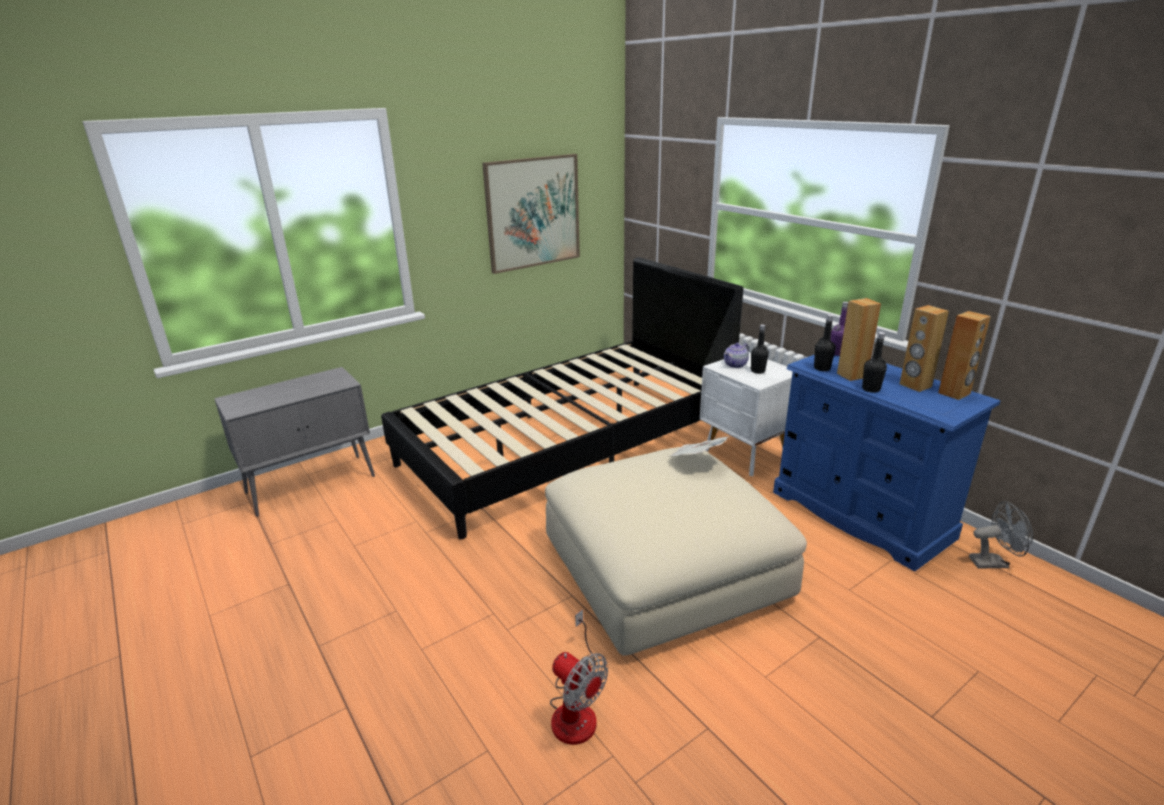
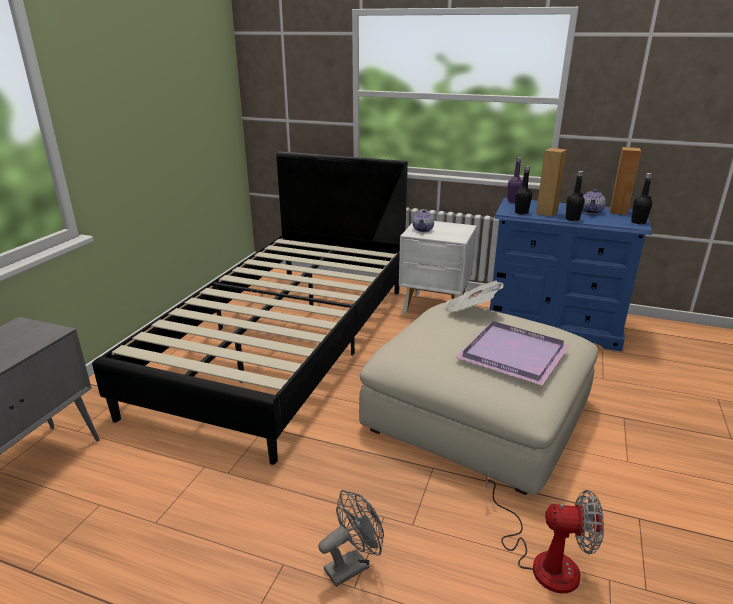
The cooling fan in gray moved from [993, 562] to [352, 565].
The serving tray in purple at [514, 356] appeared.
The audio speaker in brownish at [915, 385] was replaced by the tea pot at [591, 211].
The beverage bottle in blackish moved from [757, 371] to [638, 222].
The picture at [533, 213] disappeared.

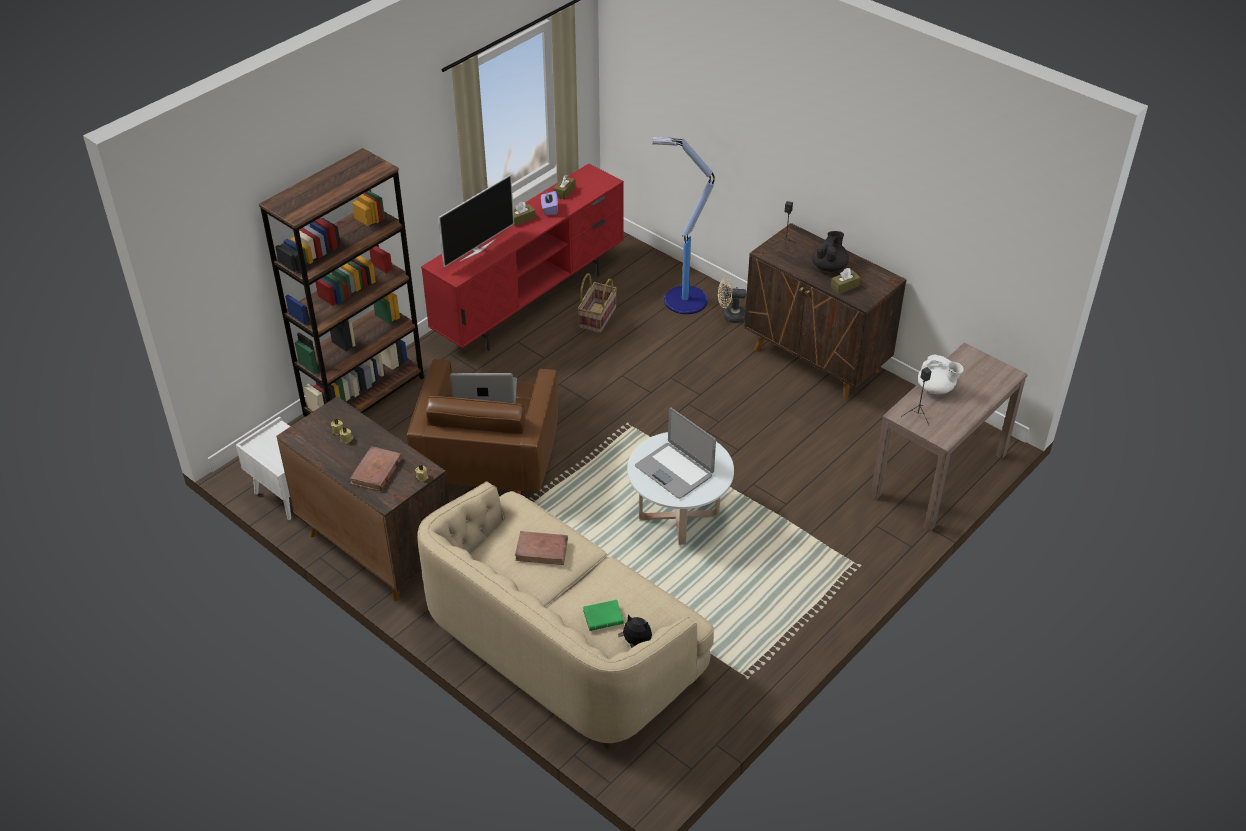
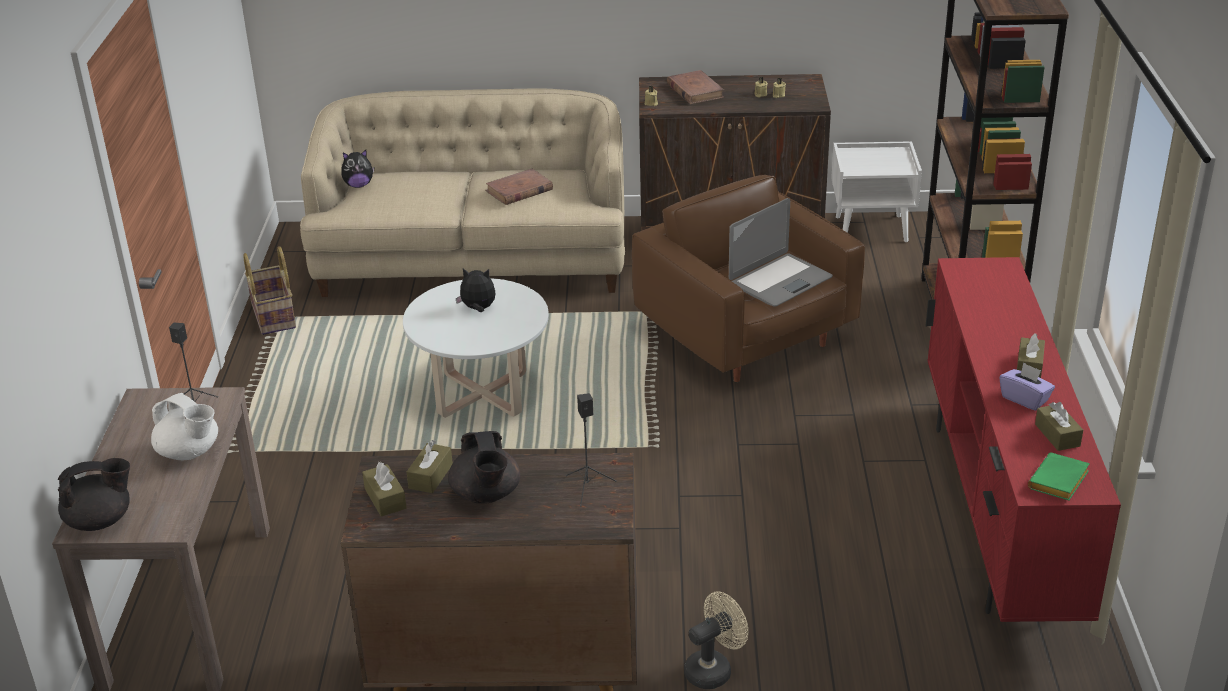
The tea pot in blackish at [100, 520] appeared.
The tea pot in white at [936, 388] turned 135 degrees counterclockwise.
The storage basket moved from [597, 317] to [274, 316].
The tissue holder in brownish at [385, 498] appeared.
The portable computer at [674, 471] was replaced by the plush toy at [478, 309].
The volume in green moved from [604, 617] to [1059, 483].
The TV at [477, 250] disappeared.
The standing lamp at [684, 300] disappeared.

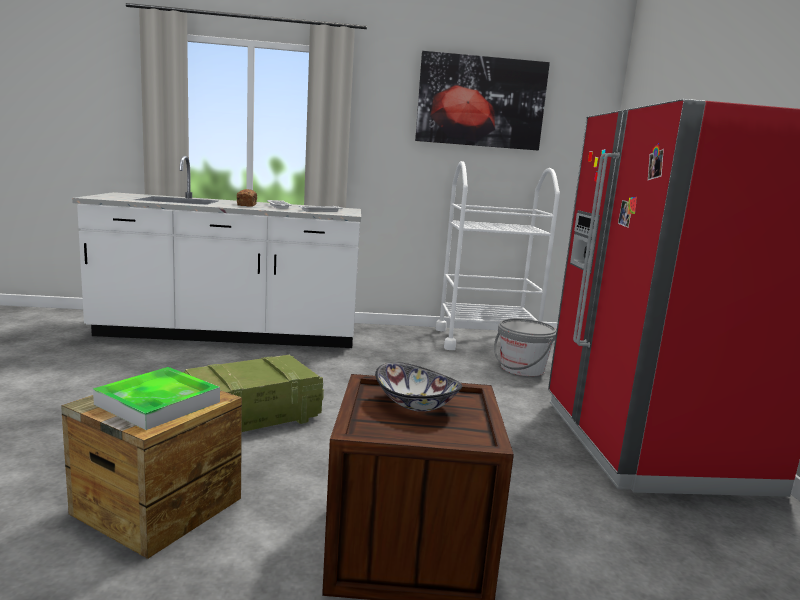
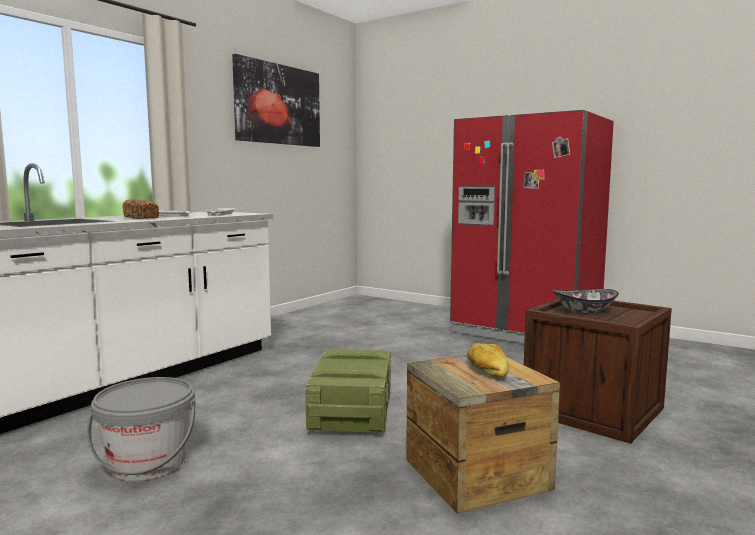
The bucket in gray moved from [522, 368] to [148, 463].
The serving tray at [158, 403] was replaced by the bread at [486, 371].
The cart in white at [486, 341] disappeared.

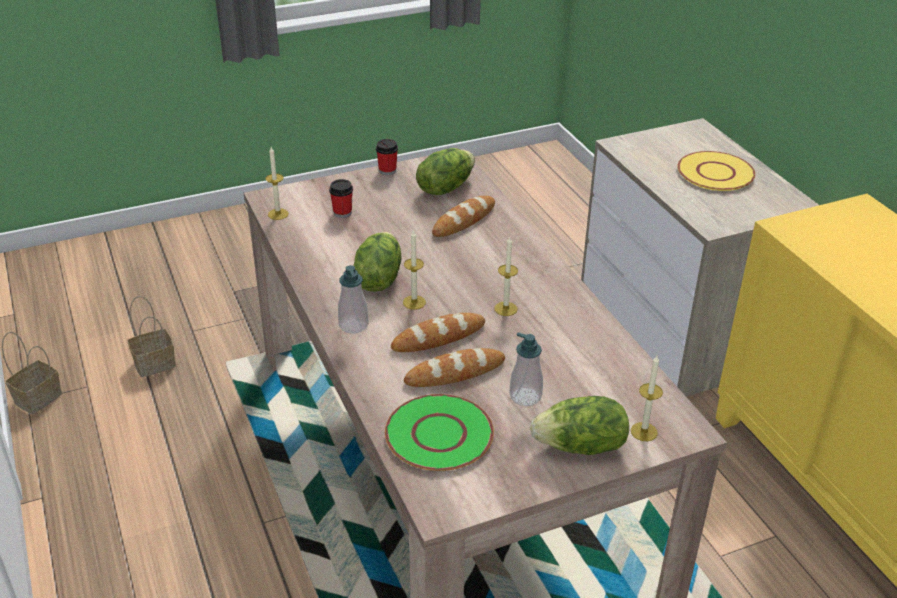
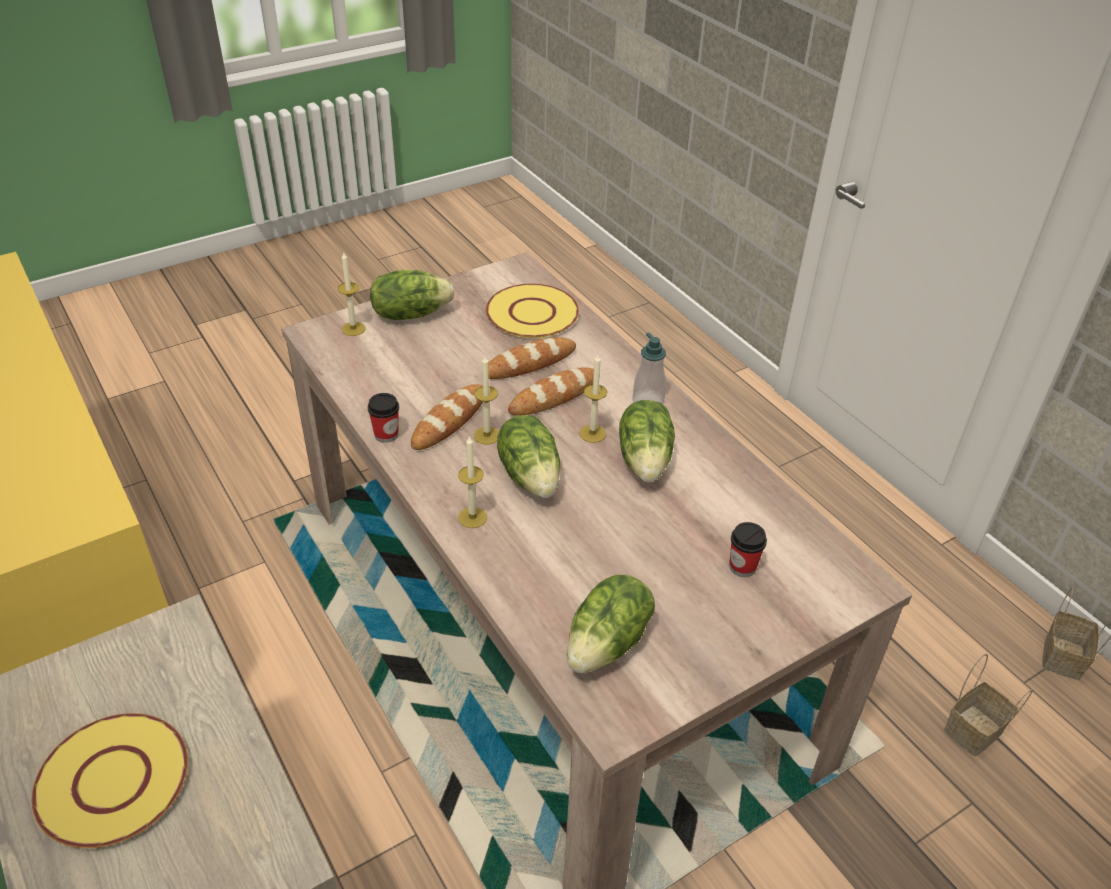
The cup moved from [387, 171] to [386, 434].
The bread moved from [464, 220] to [449, 421].
The wax candle moved from [278, 214] to [472, 517].
The dinner plate in green at [438, 434] became the dinner plate in yellowish at [533, 313].
The lettuce head at [531, 475] appeared.
The soap bottle at [525, 396] disappeared.

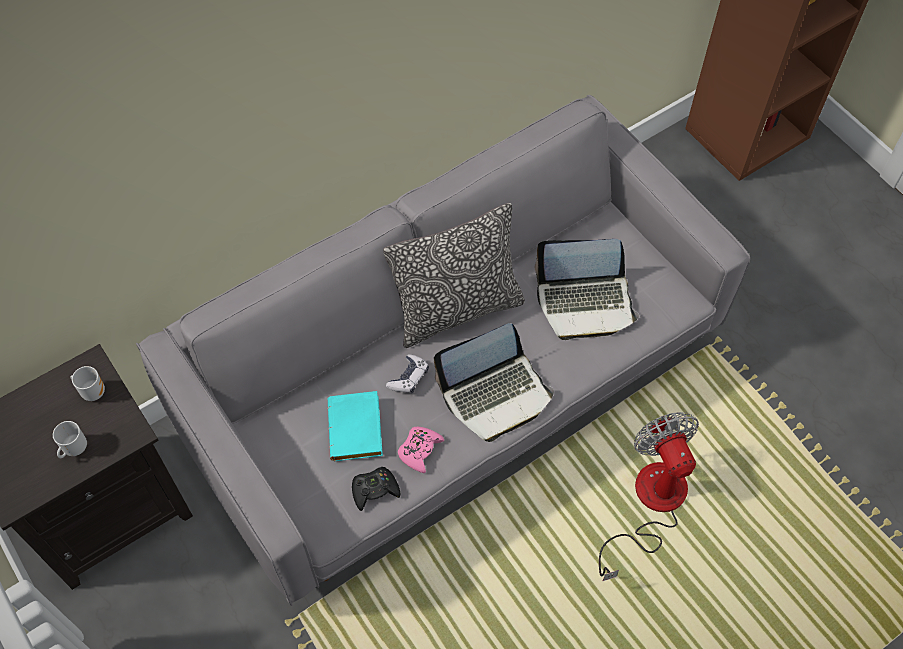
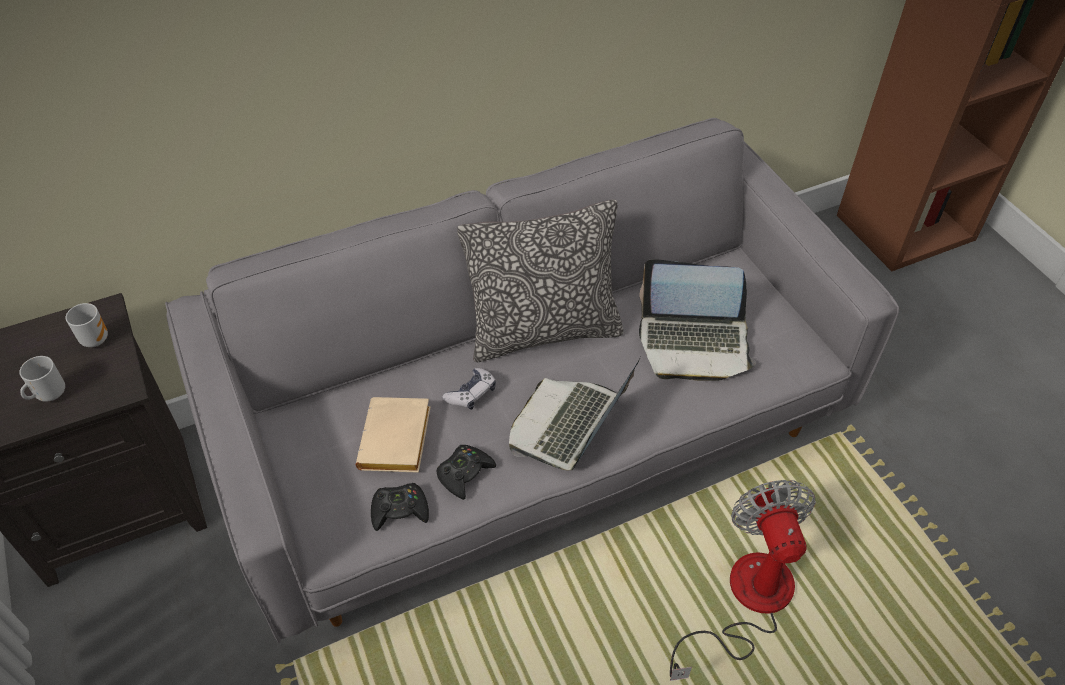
The volume in blue-green at [358, 431] became the volume in sand-coloured at [397, 442].
The game controller in pink-coloured at [419, 450] became the game controller in blackish at [464, 474].
The portable computer at [495, 394] turned 135 degrees clockwise.

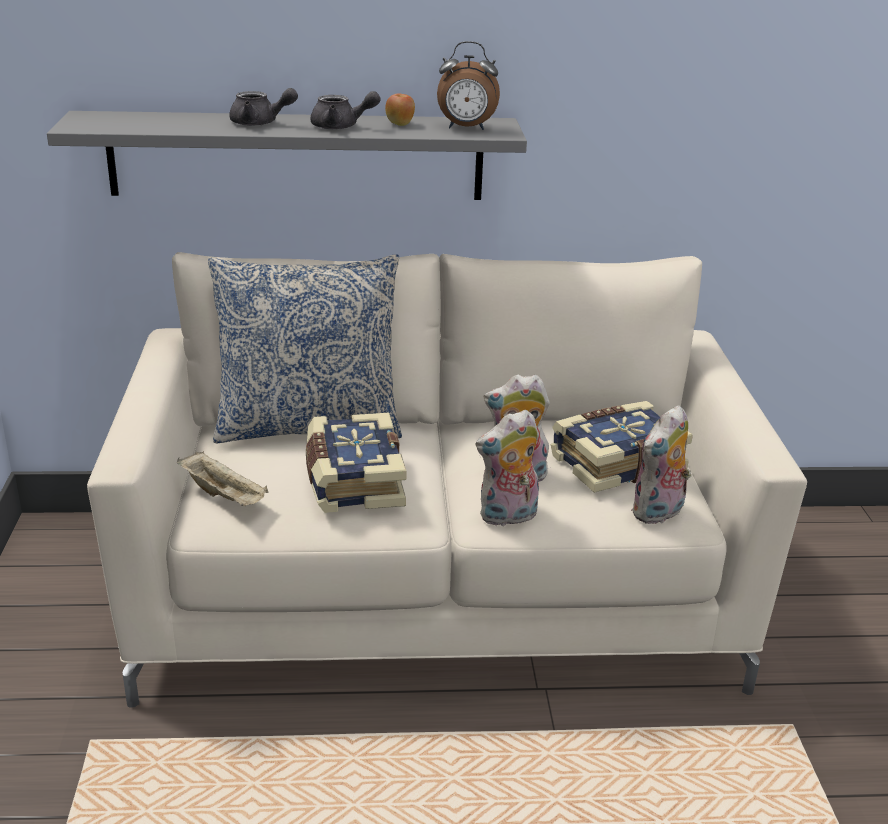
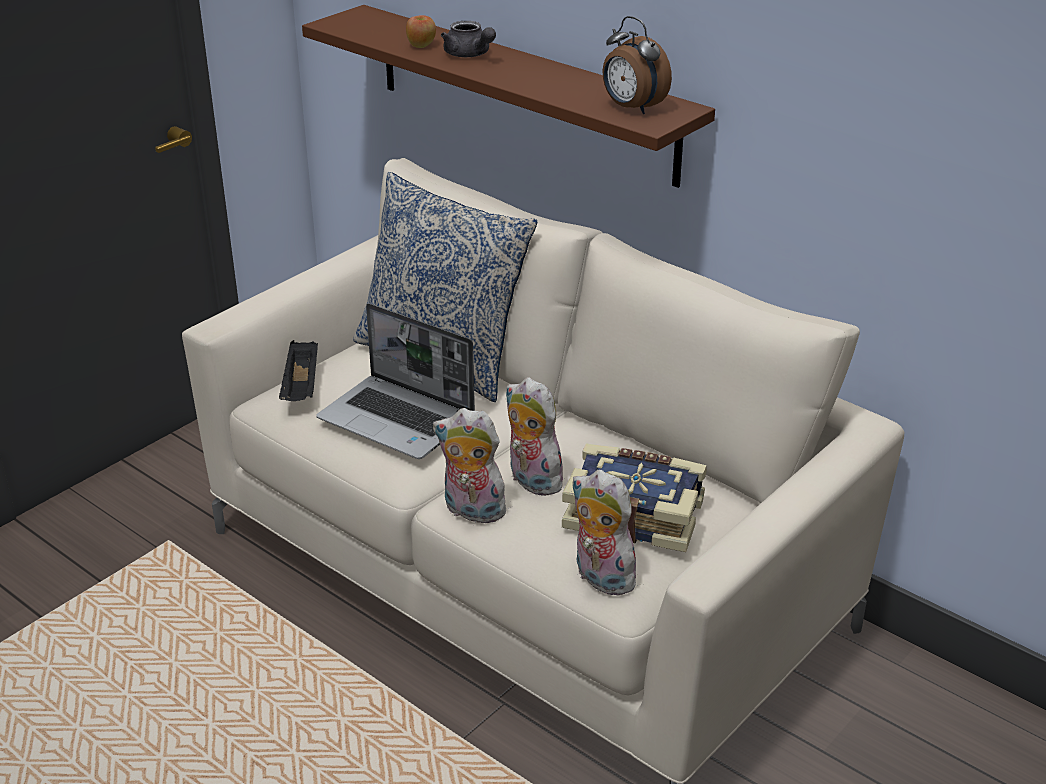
The serving tray in sand-coloured at [224, 495] became the serving tray in blackish at [301, 387].
The bracket shelf in gray at [297, 156] became the bracket shelf in brownish at [523, 93].
The volume at [352, 481] was replaced by the portable computer at [398, 419].
The whole apple moved from [400, 124] to [421, 46].
The plush toy at [659, 513] turned 45 degrees clockwise.
The tea pot in gray at [341, 127] disappeared.

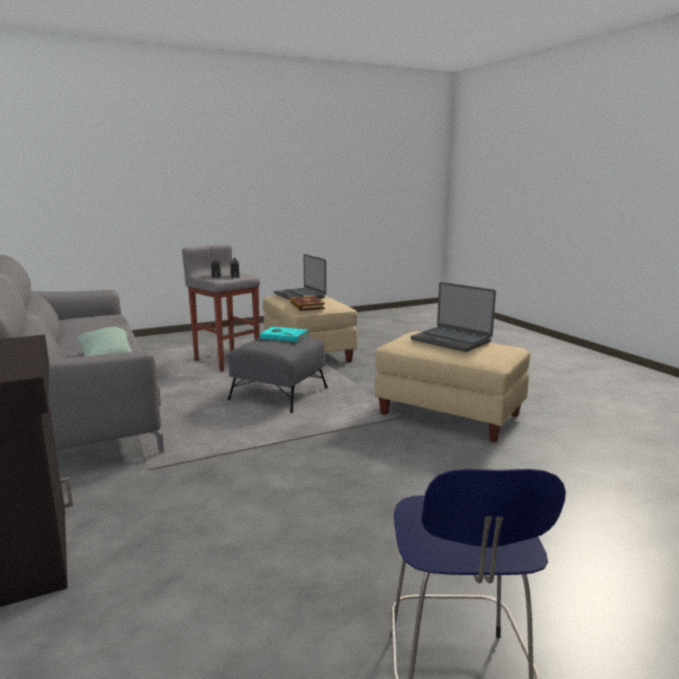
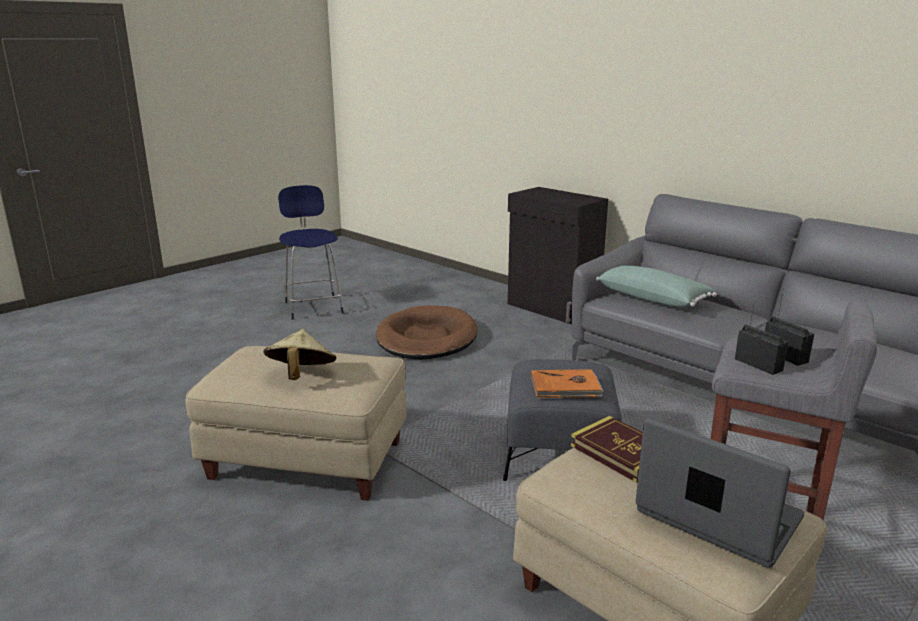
The portable computer at [451, 340] was replaced by the hat in sand-coloured at [301, 376].
The pet bed in brownish at [426, 338] appeared.
The volume in blue-green at [284, 336] became the volume in orange-coloured at [566, 387].

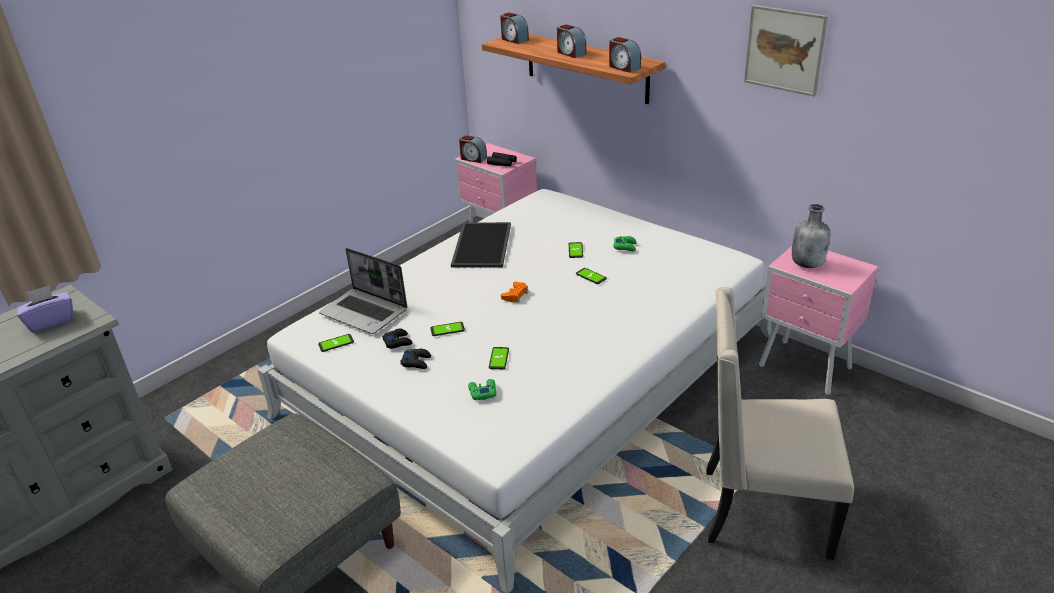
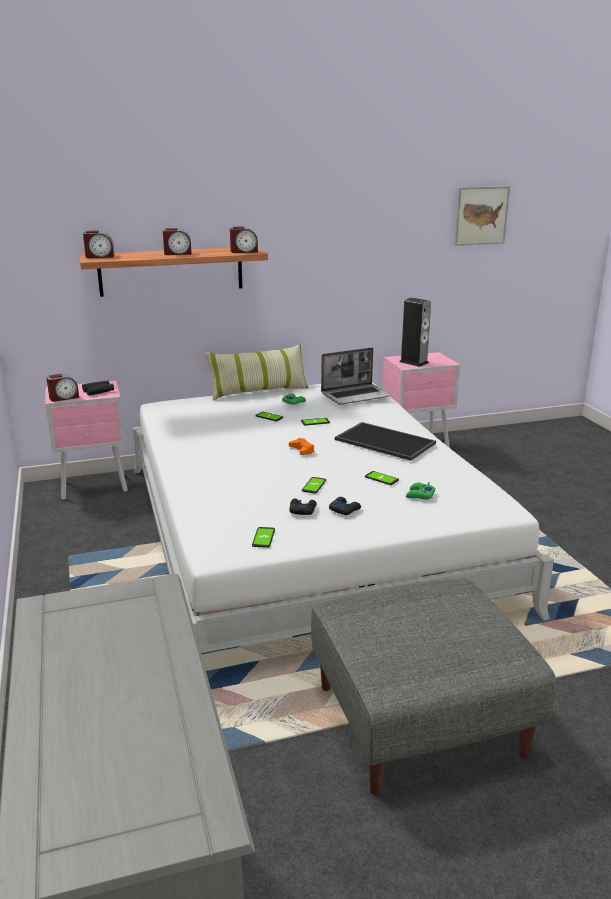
The throw pillow at [258, 391] appeared.
The portable computer moved from [365, 312] to [356, 395].
The serving tray moved from [480, 244] to [383, 442].
The beverage bottle in gray at [807, 264] was replaced by the audio speaker at [413, 362].
The picture moved from [784, 50] to [481, 215].
The tissue holder in purple at [51, 321] disappeared.
The chair in sand-coloured at [761, 511] disappeared.

